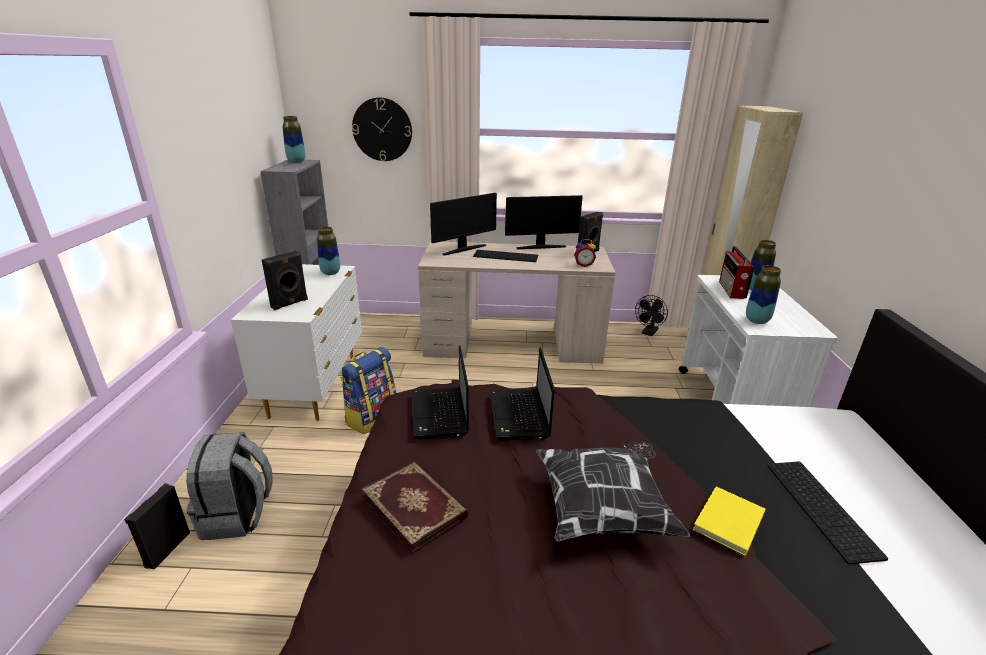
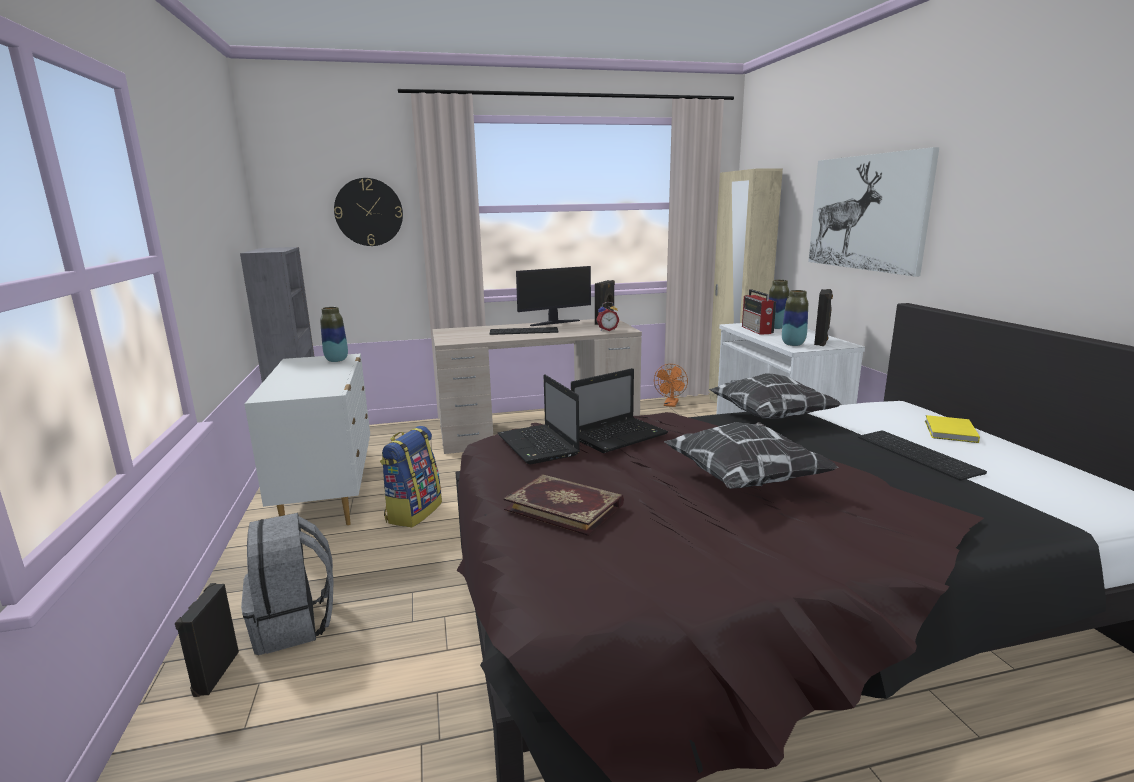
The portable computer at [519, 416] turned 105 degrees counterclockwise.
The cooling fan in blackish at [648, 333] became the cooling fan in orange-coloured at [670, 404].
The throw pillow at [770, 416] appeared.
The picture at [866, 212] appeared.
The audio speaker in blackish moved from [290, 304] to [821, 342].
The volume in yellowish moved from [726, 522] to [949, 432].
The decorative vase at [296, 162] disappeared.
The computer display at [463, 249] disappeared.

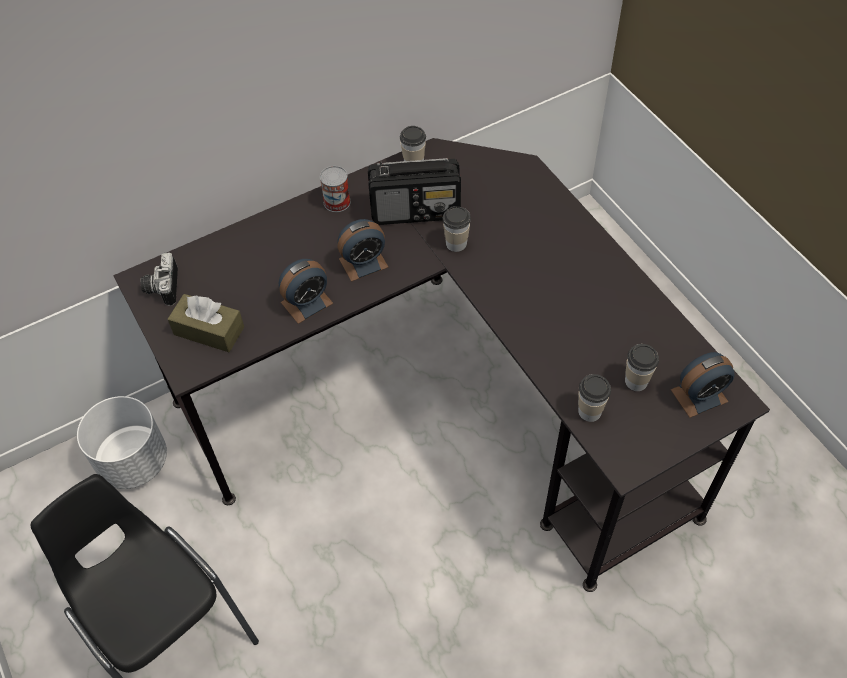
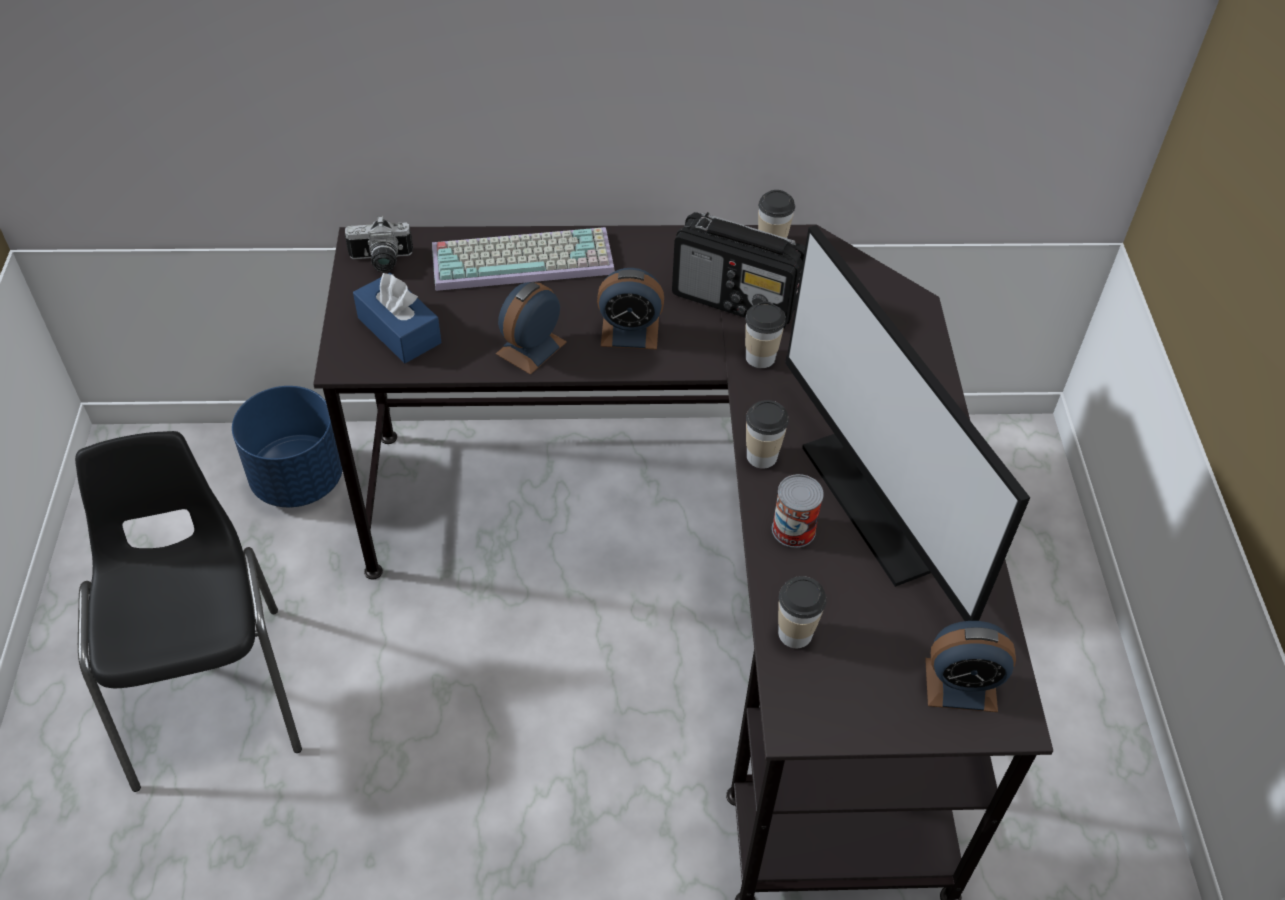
The planter in white at [133, 461] became the planter in bluish at [298, 478].
The still camera at [161, 287] turned 120 degrees counterclockwise.
The tissue holder in brownish at [209, 331] became the tissue holder in bluish at [399, 330].
The keyboard at [524, 258] appeared.
The bedside clock at [307, 303] turned 135 degrees clockwise.
The cup moved from [636, 381] to [761, 456].
The metal can moved from [337, 202] to [793, 529].
The computer display at [890, 499] appeared.

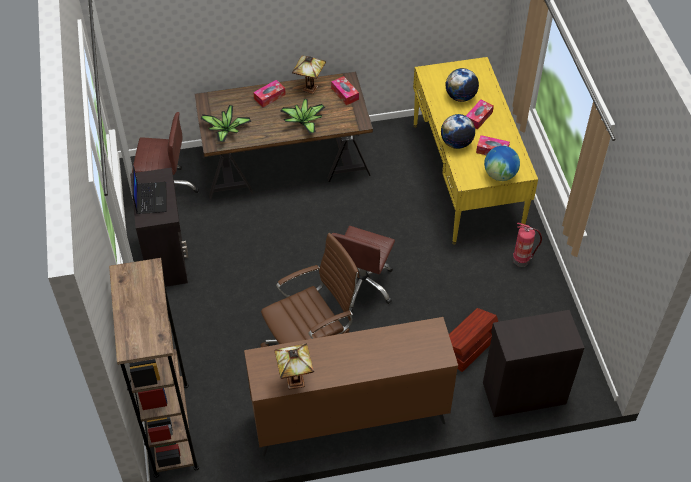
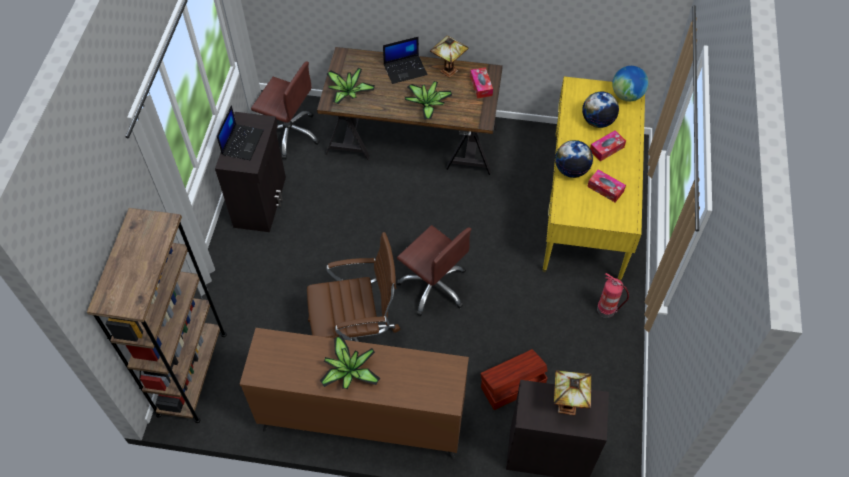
The plant in a pot at [349, 372] appeared.
The tissue holder at [269, 97] was replaced by the portable computer at [405, 69].
The office chair in brownish at [362, 285] turned 90 degrees counterclockwise.
The table lamp moved from [294, 380] to [566, 404].
The desk globe moved from [500, 175] to [627, 95].

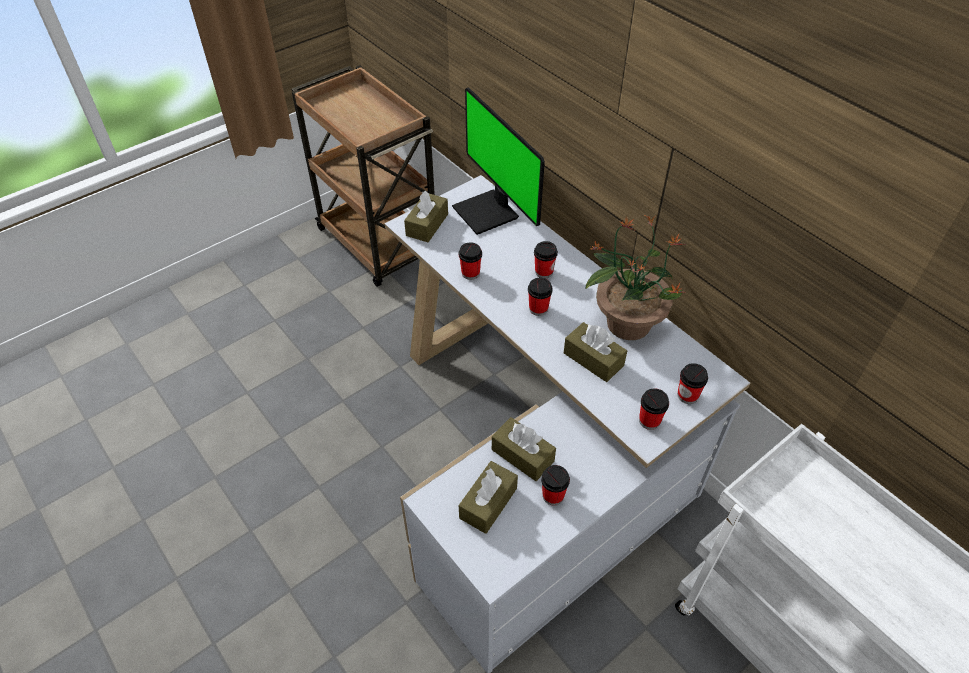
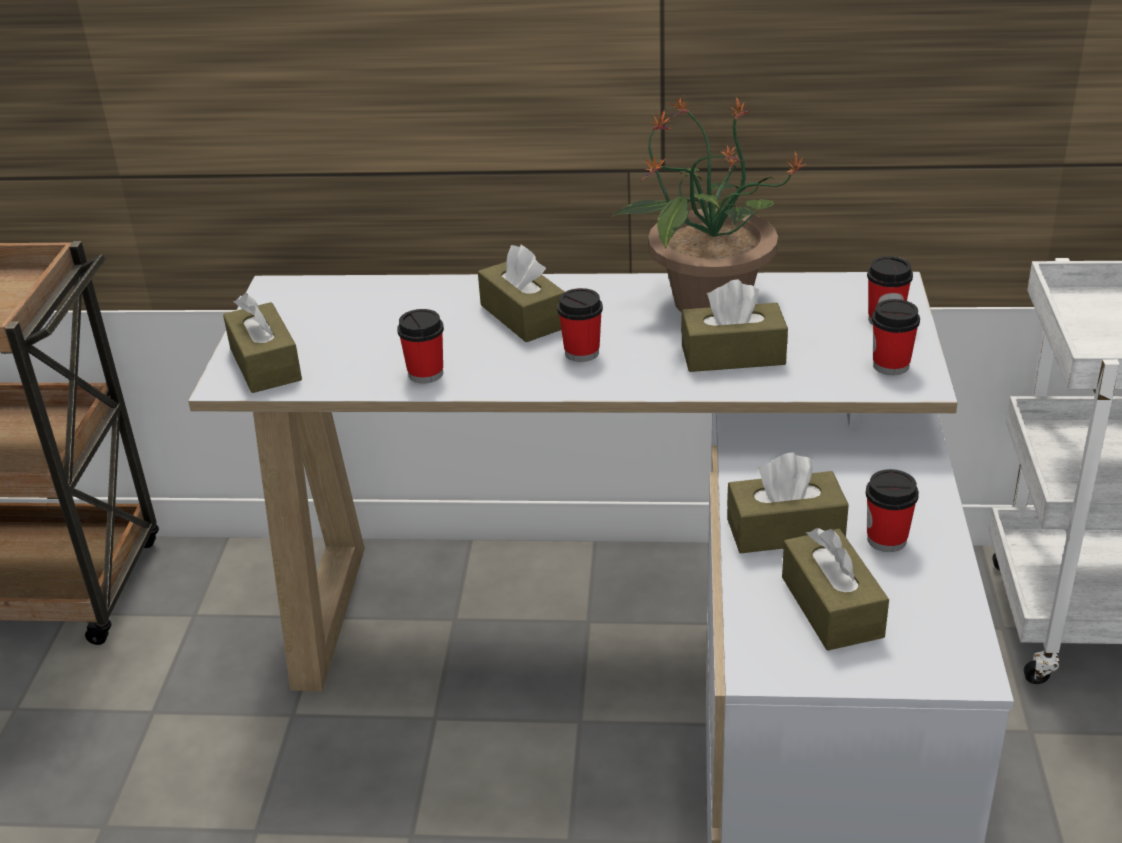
The cup at [544, 272] was replaced by the tissue holder in brownish at [523, 316].
The computer display at [488, 212] disappeared.

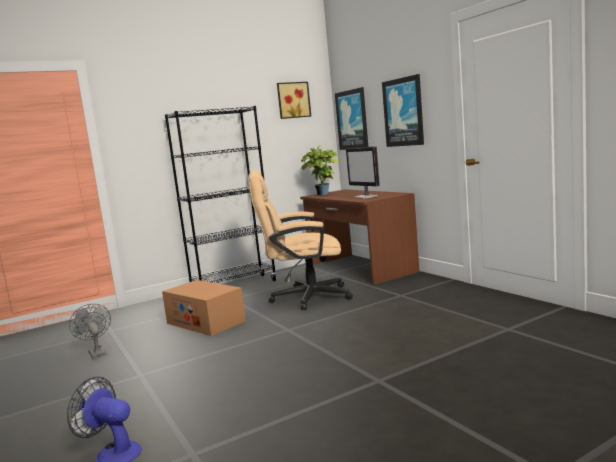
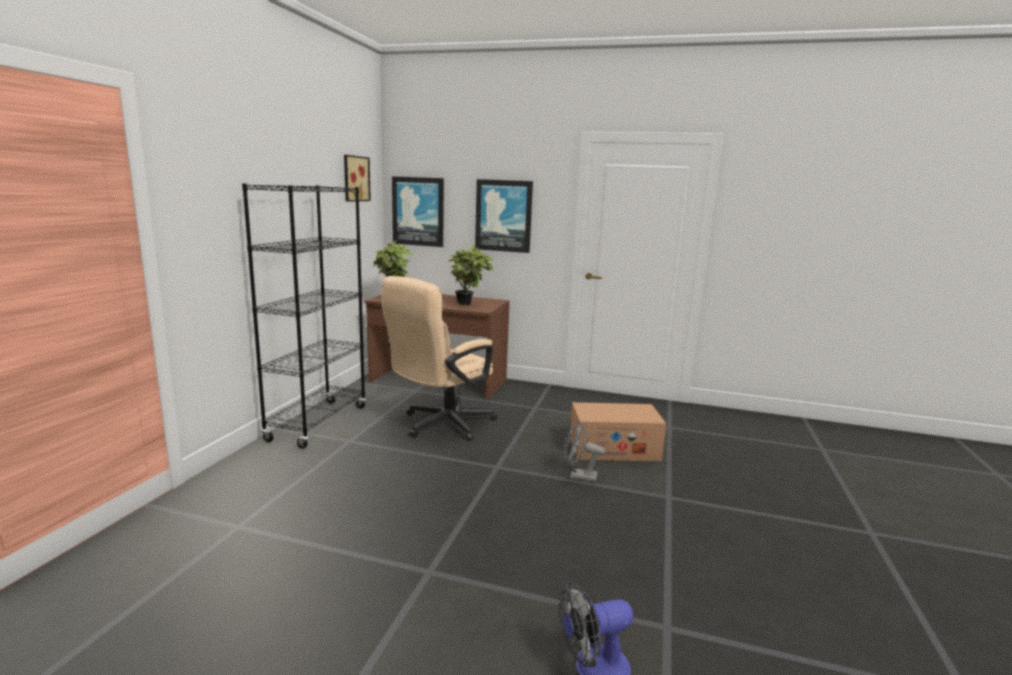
The computer display at [366, 197] was replaced by the plant in a pot at [468, 304].
The cooling fan in gray moved from [96, 352] to [578, 476].
The packing box moved from [205, 322] to [613, 448].

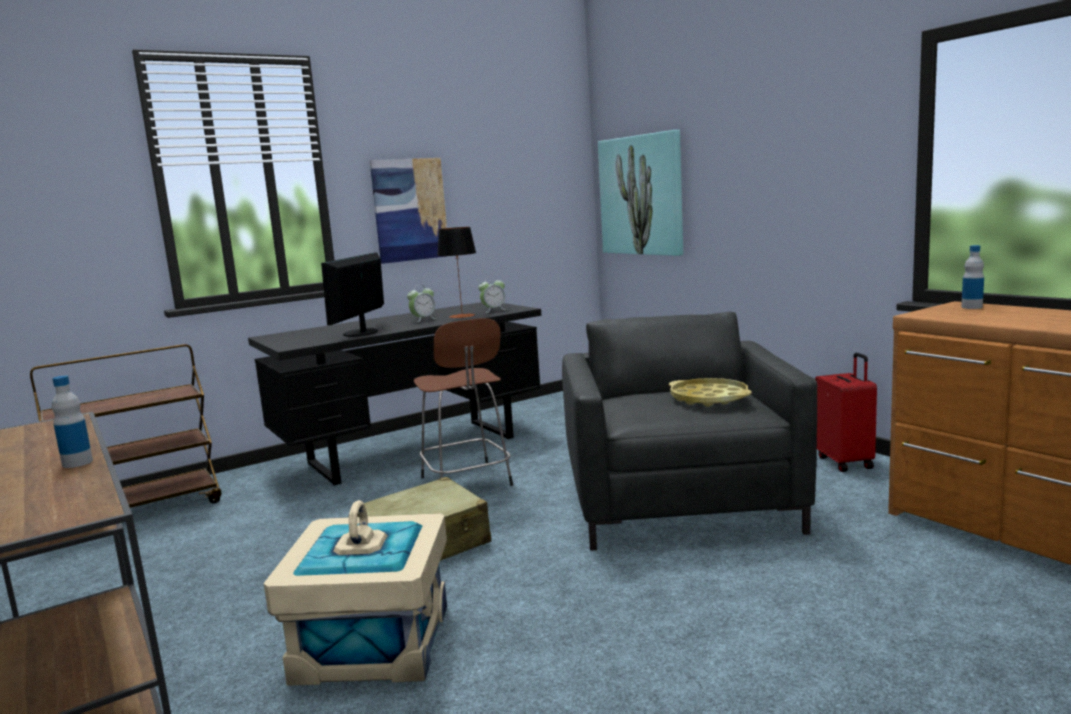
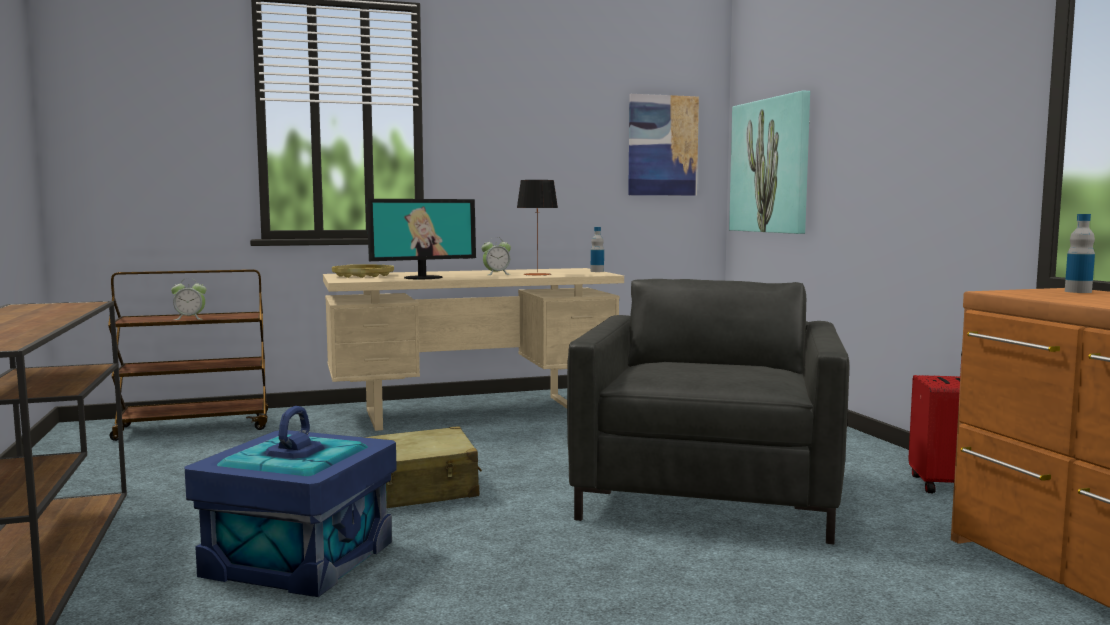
The bedside clock moved from [493, 310] to [190, 318].
The storage box in sand-coloured at [372, 643] became the storage box in bluish at [298, 558].
The desk in blackish at [414, 449] became the desk in sand-coloured at [474, 412].
The serving tray in yellowish moved from [709, 398] to [363, 276].
The computer display at [361, 333] turned 150 degrees counterclockwise.
The beverage bottle moved from [77, 463] to [597, 271].
The picture moved from [410, 210] to [662, 145].
The stool in brownish at [467, 483] disappeared.

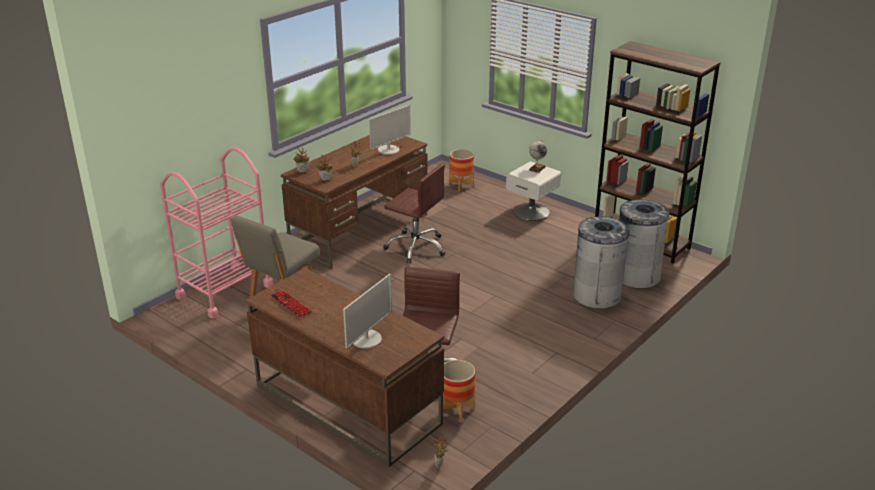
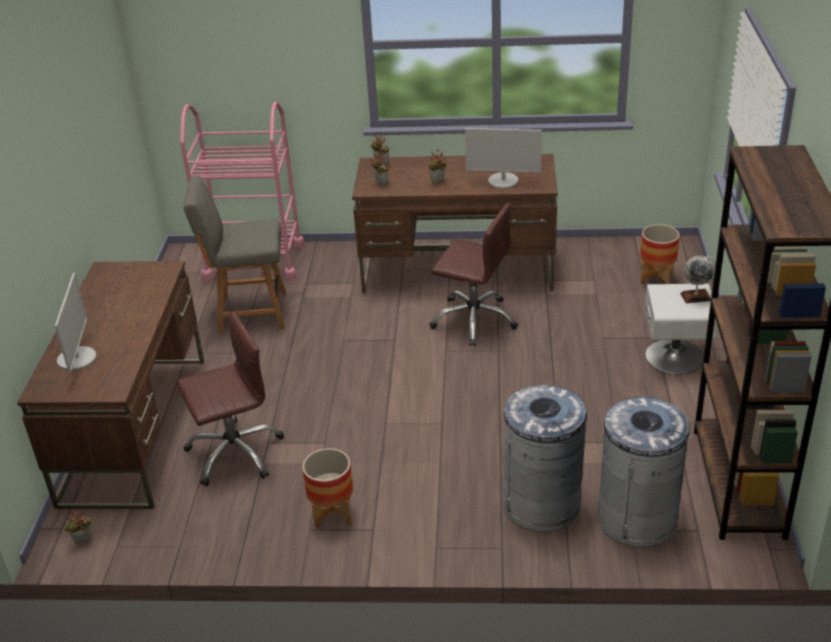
The computer display at [366, 339] turned 90 degrees counterclockwise.
The planter moved from [456, 410] to [332, 514].
The office chair in brownish at [416, 247] turned 60 degrees counterclockwise.
The keyboard at [291, 305] disappeared.

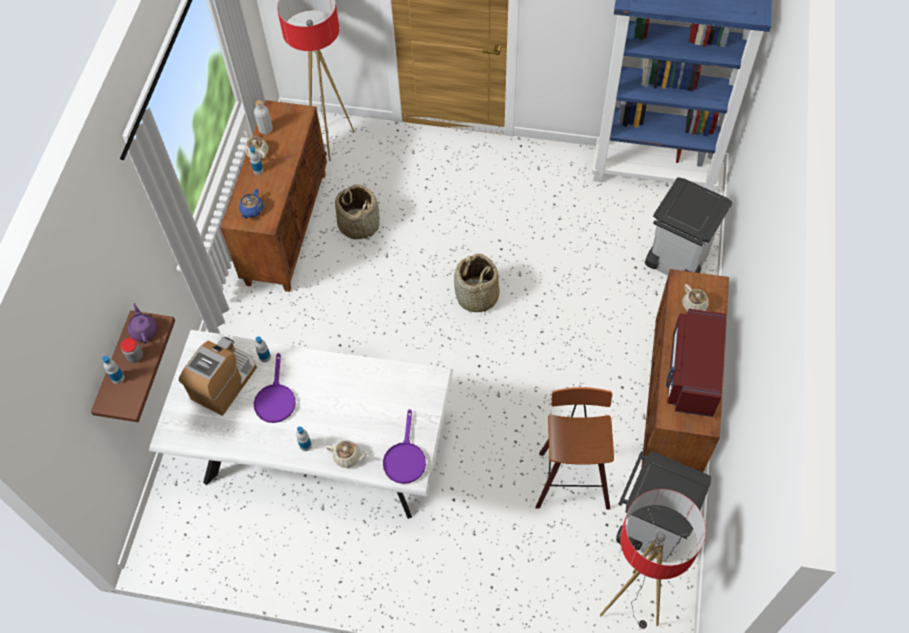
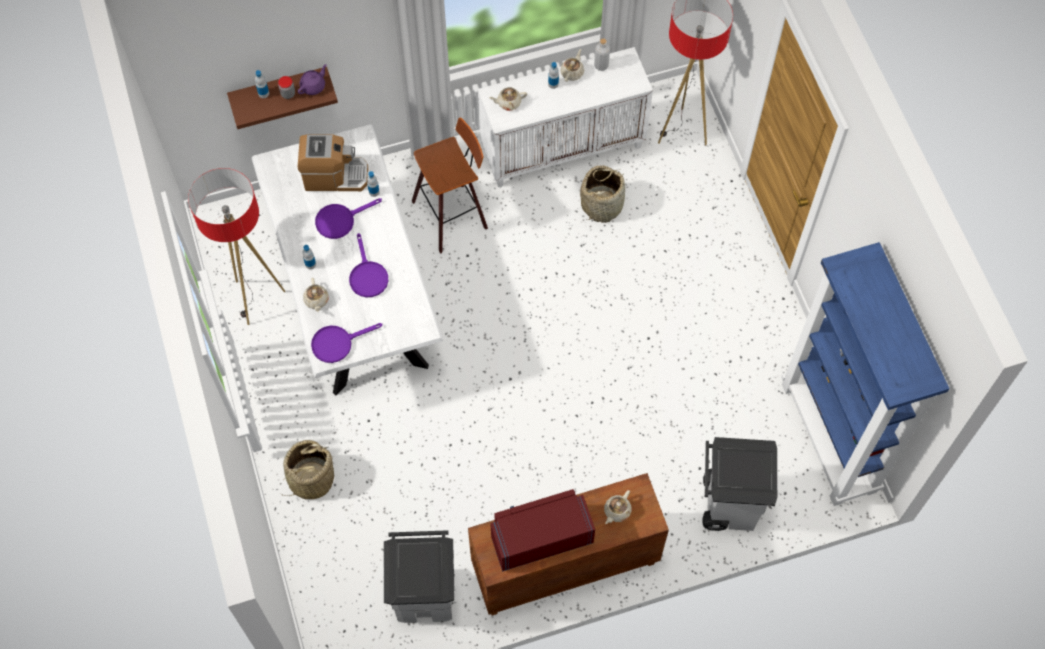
The standing lamp moved from [630, 604] to [256, 299].
The storage basket moved from [477, 296] to [311, 479].
The skillet in purple at [367, 275] appeared.
The stool moved from [571, 478] to [452, 215].
The cupboard in brownish at [286, 227] became the cupboard in white at [563, 147].
The tea pot in bluish at [252, 210] became the tea pot in sand-coloured at [508, 102].

